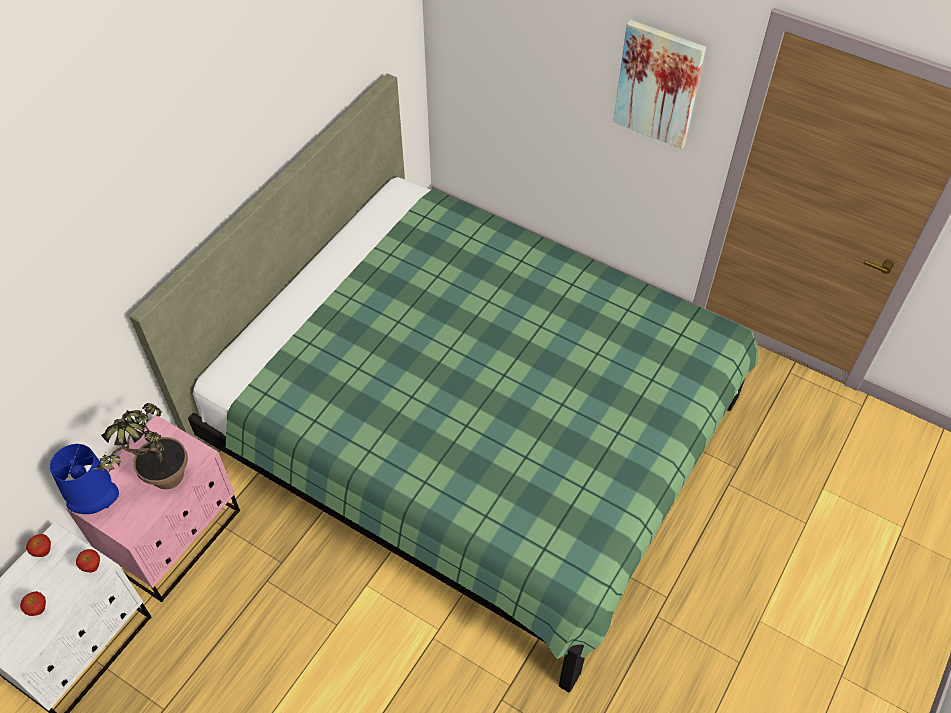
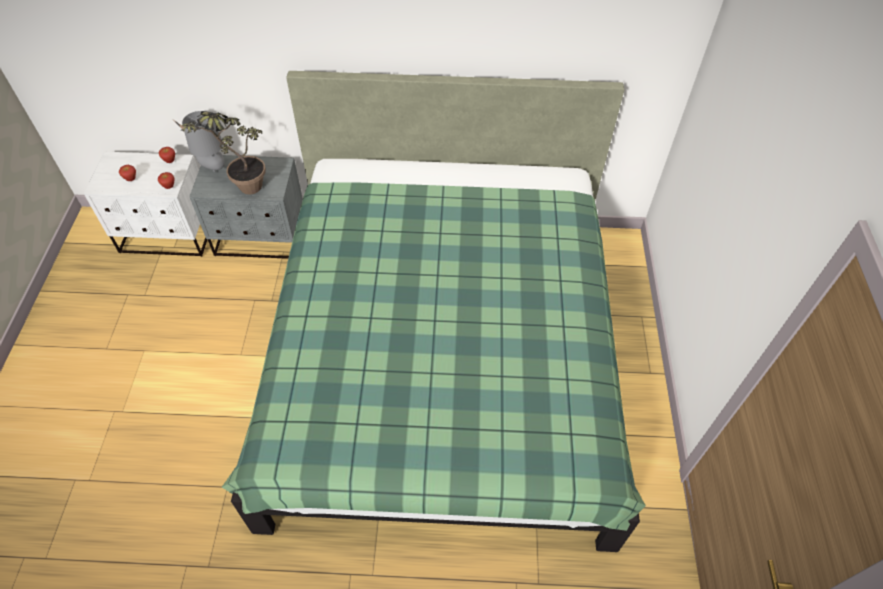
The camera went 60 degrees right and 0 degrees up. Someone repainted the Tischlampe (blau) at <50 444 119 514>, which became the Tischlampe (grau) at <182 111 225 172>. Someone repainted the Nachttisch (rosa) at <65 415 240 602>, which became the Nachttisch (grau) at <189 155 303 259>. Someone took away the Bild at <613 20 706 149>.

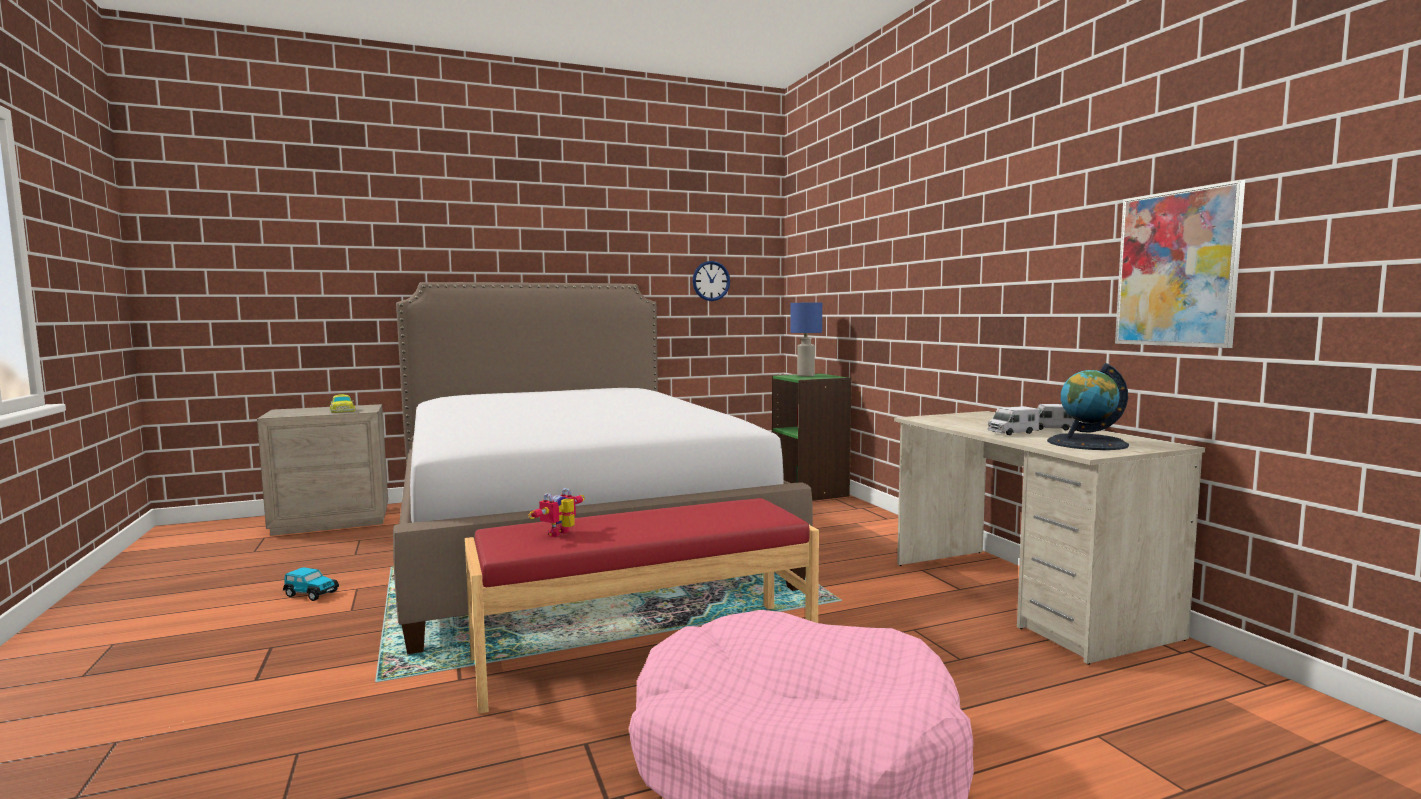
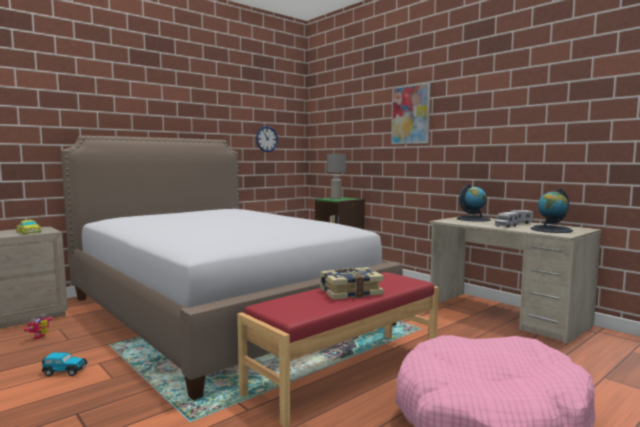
The camera went 20 degrees left and 0 degrees up. Someone carried the Spielzeugroboter from <529 488 585 537> to <22 314 54 340>. Someone repainted the Tischlampe (blau) at <790 302 822 376>, which became the Tischlampe (grau) at <327 154 346 199>. Someone carried the Bild from <1115 180 1245 348> to <391 82 430 144>. Someone put down the Buch at <320 267 384 300>. Someone put down the Globus at <457 184 491 222>.

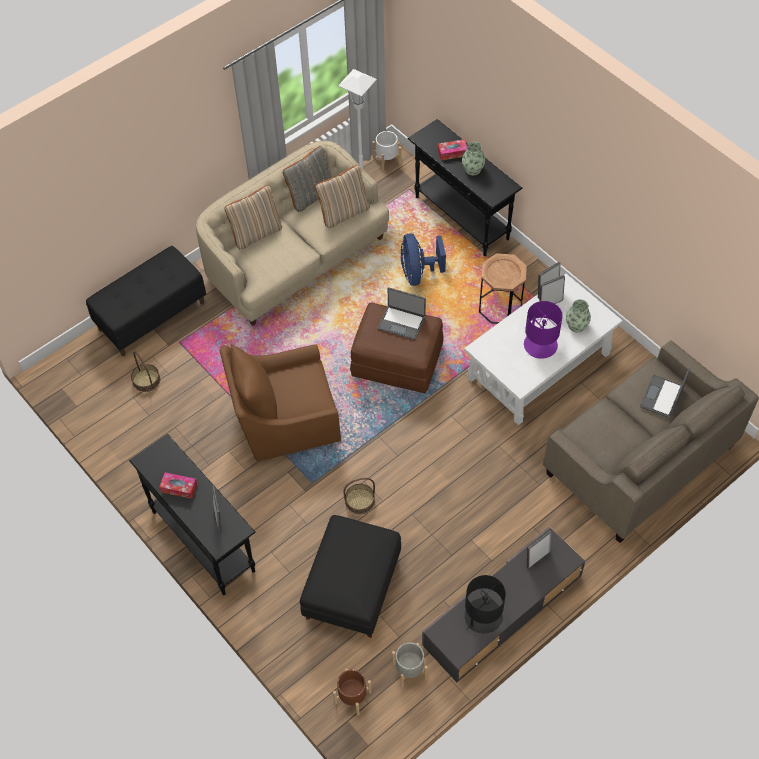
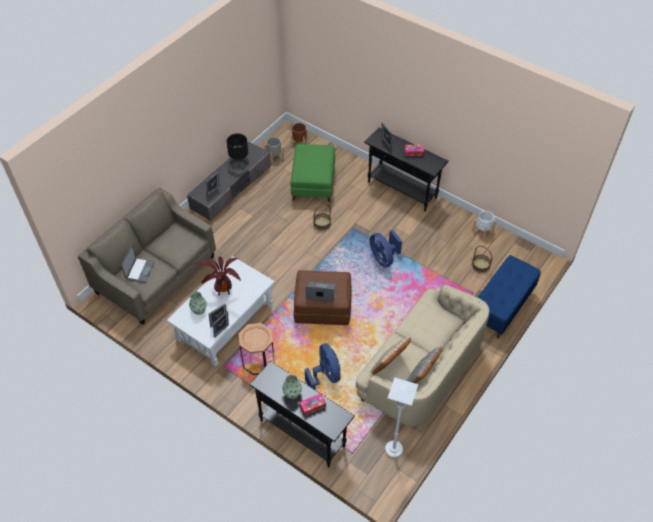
The camera went 165 degrees right and 5 degrees down. Someone repainted the Bank (schwarz) at <86 246 206 356>, which became the Bank (blau) at <477 255 541 338>. Someone swapped the Sessel (braun) at <219 343 341 461> for the Ventilator (blau) at <370 229 402 267>. Someone took away the Kissen (beige) at <224 186 282 249>. Someone repainted the Polsterhocker (schwarz) at <300 515 401 638>, which became the Polsterhocker (grün) at <290 144 335 202>. Someone carried the Pflanzkübel (weiß) from <372 131 401 171> to <472 211 496 239>. Someone swapped the Tischlampe (lila) at <524 301 563 359> for the Topfpflanze at <195 256 241 295>.

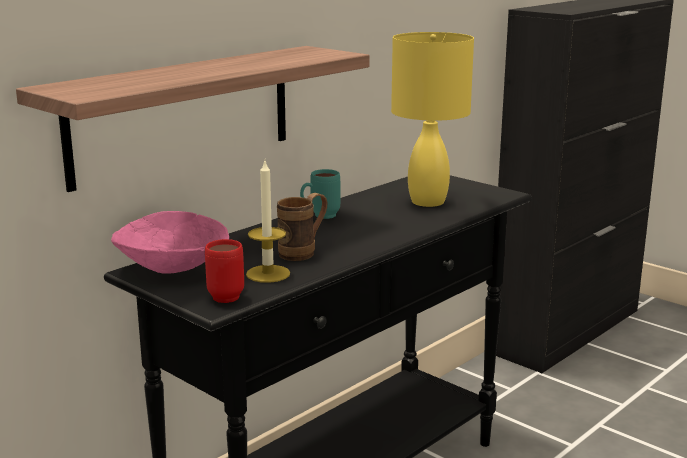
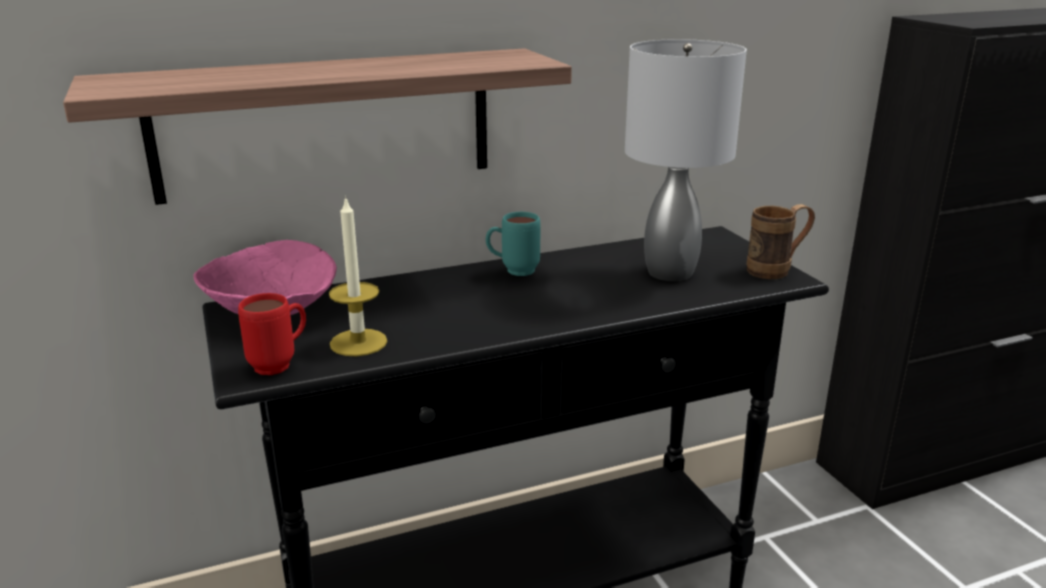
The camera went 25 degrees right and 5 degrees up. Someone carried the Henkelbecher (braun) from <277 193 327 261> to <746 204 815 279>. Someone repainted the Tischlampe (gelb) at <391 32 474 207>, which became the Tischlampe (grau) at <625 39 747 281>.

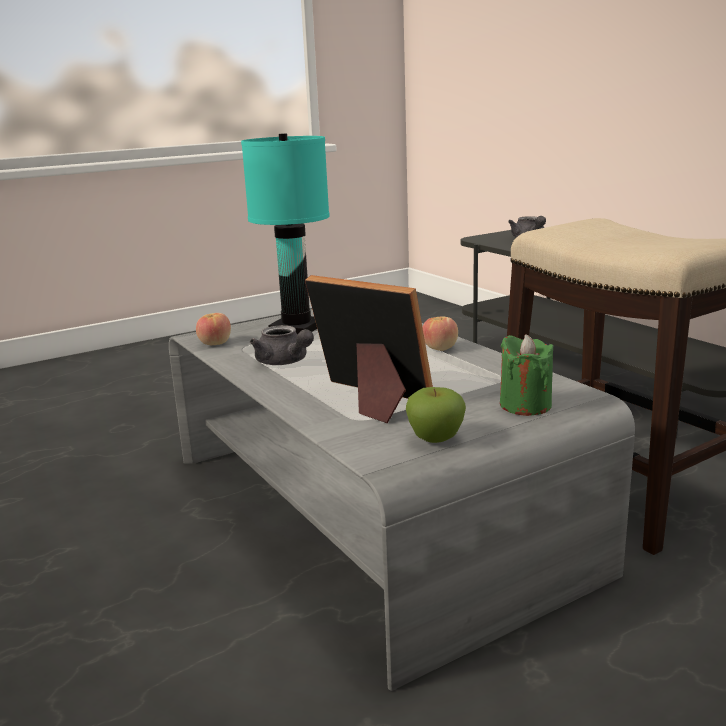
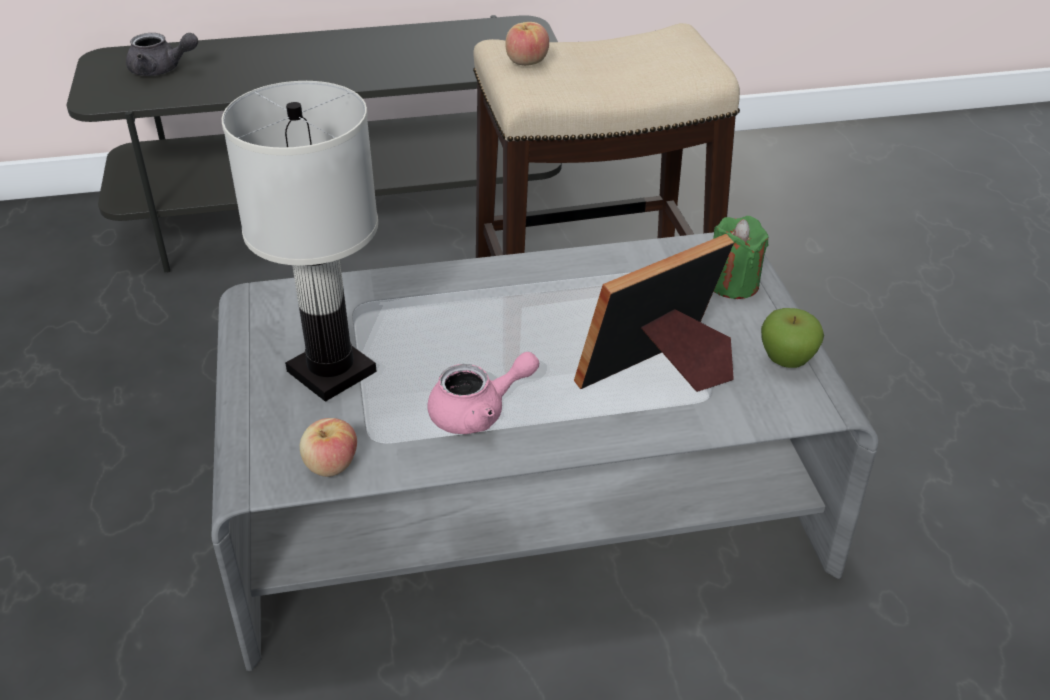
The camera went 70 degrees left and 20 degrees up. Someone repainted the Tischlampe (türkis) at <241 133 330 334>, which became the Tischlampe (weiß) at <222 81 378 402>. Someone repainted the Teekanne (grau) at <250 325 314 365>, which became the Teekanne (rosa) at <428 352 539 434>. Someone carried the Apfel from <423 316 458 351> to <505 22 549 66>.

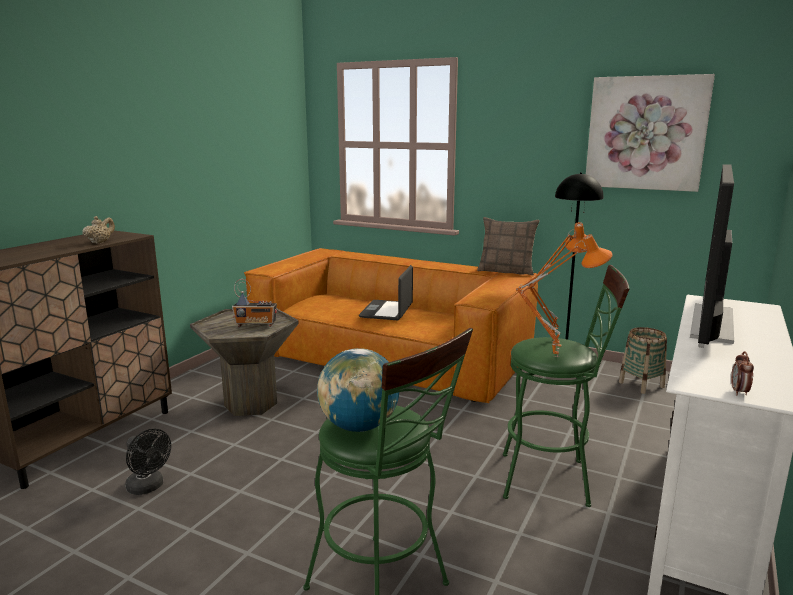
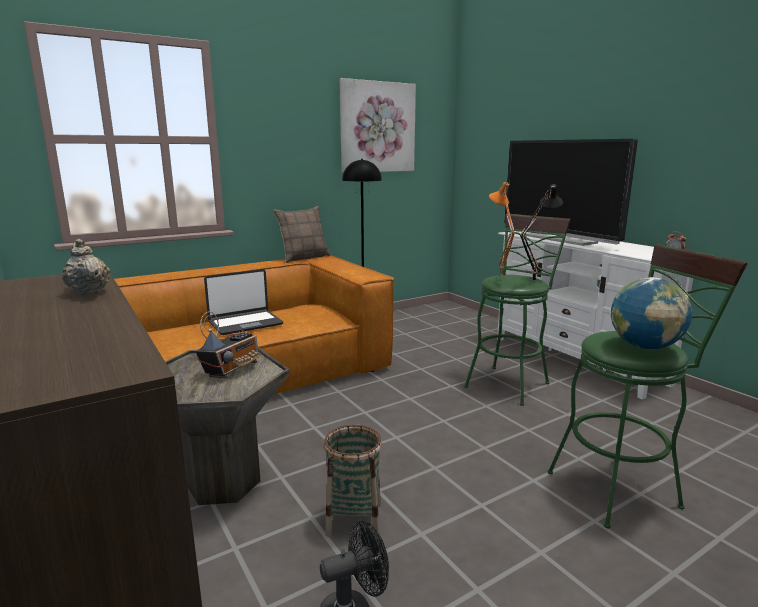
The camera went 60 degrees left and 0 degrees up. Someone rotated the Laptop at <359 265 413 320> by 75 degrees counterclockwise. Someone repainted the Tischlampe (orange) at <516 234 613 357>, which became the Tischlampe (schwarz) at <520 184 563 283>. Someone carried the Korb from <619 327 667 394> to <324 424 382 537>.

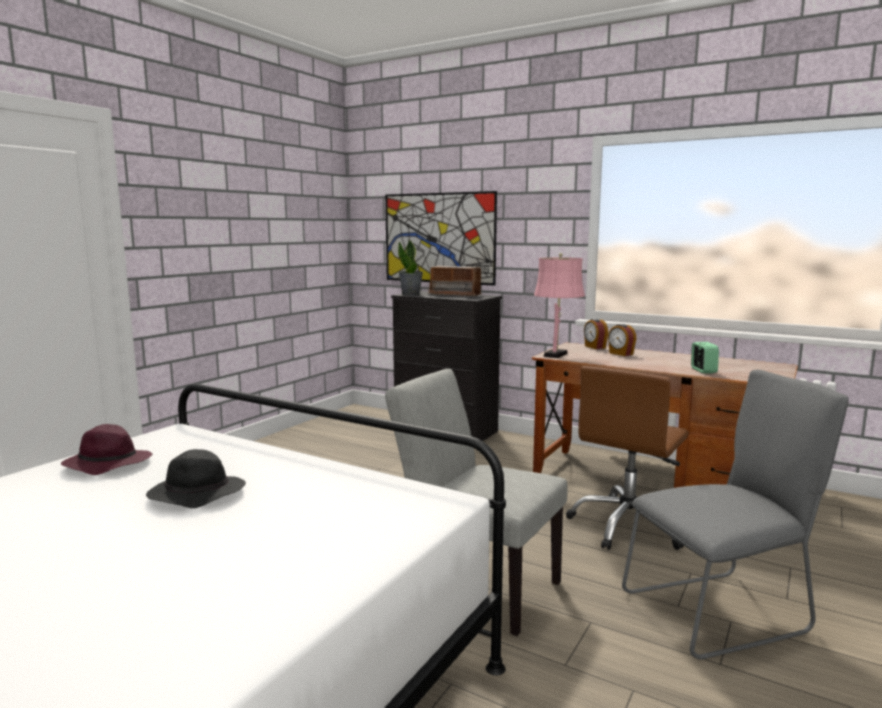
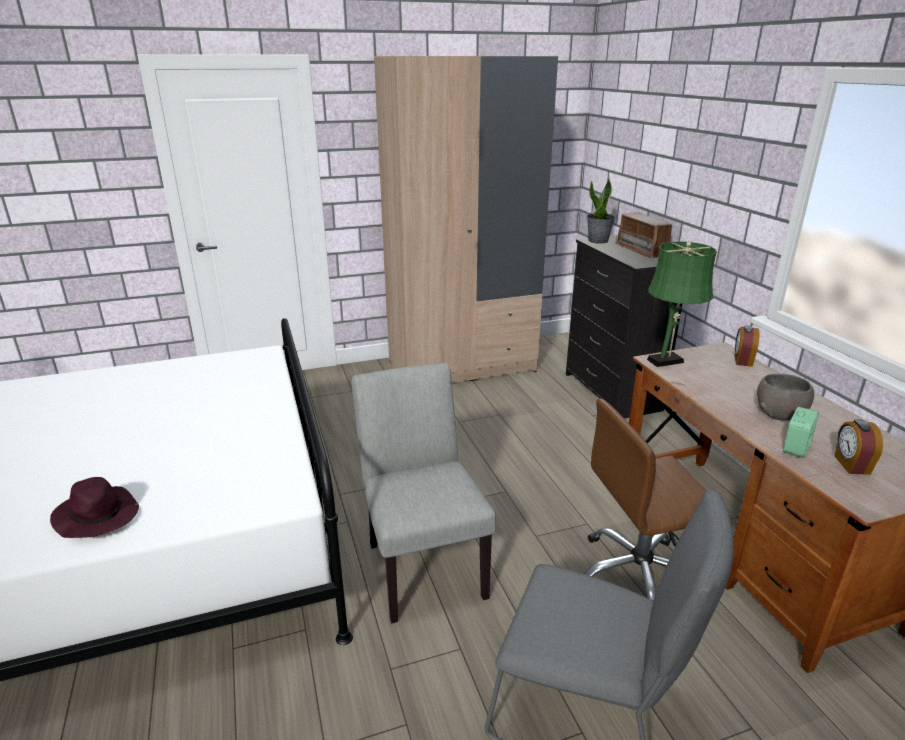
The camera went 40 degrees right and 15 degrees up. Someone carried the Hut (lila) from <61 424 152 475> to <50 477 139 538>. Someone took away the Hut (schwarz) at <146 449 246 508>. Someone took away the Bild at <385 191 497 286>. Someone repainted the Tischlampe (rosa) at <534 253 585 358>, which became the Tischlampe (grün) at <647 241 717 367>. Someone carried the Wecker from <608 324 637 356> to <834 419 883 475>. Someone put down the Kleiderschrank (beige) at <374 56 558 383>. Someone put down the Schüssel (grau) at <757 374 814 421>.

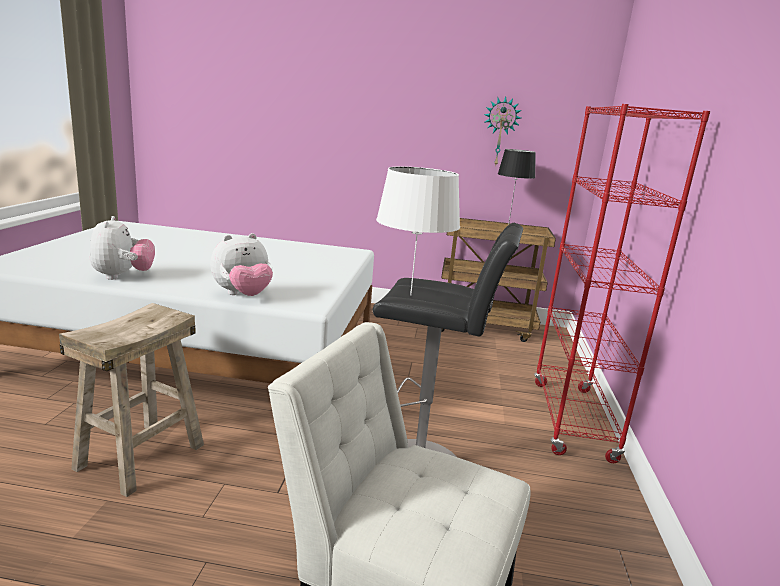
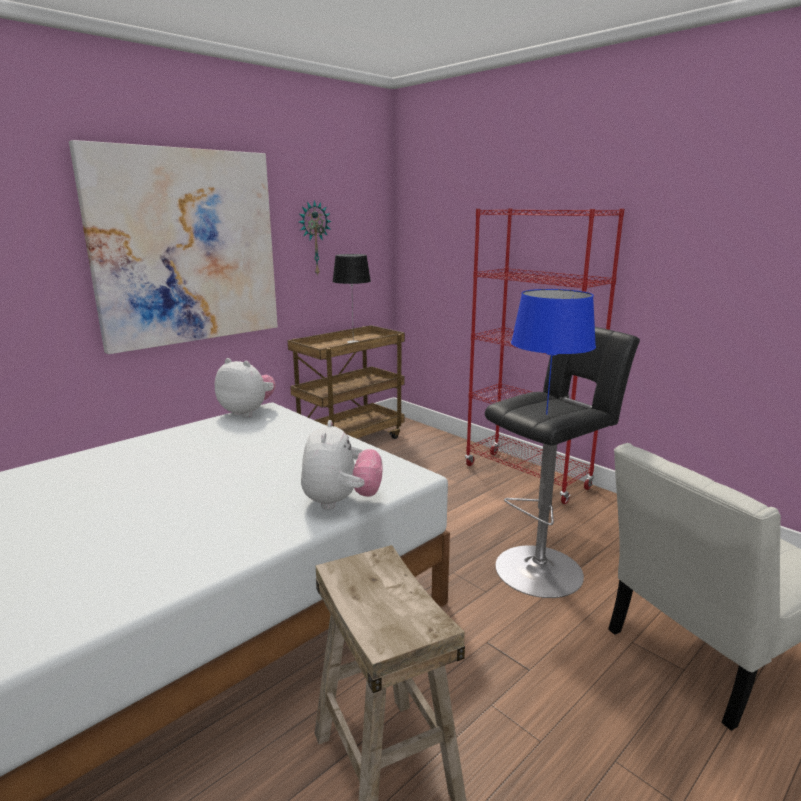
The camera went 50 degrees left and 0 degrees up. Someone carried the Plüschtier from <90 216 155 280> to <215 358 276 417>. Someone repainted the Tischlampe (weiß) at <376 166 460 295>, which became the Tischlampe (blau) at <511 289 596 415>. Someone put up the Bild at <69 140 278 354>.

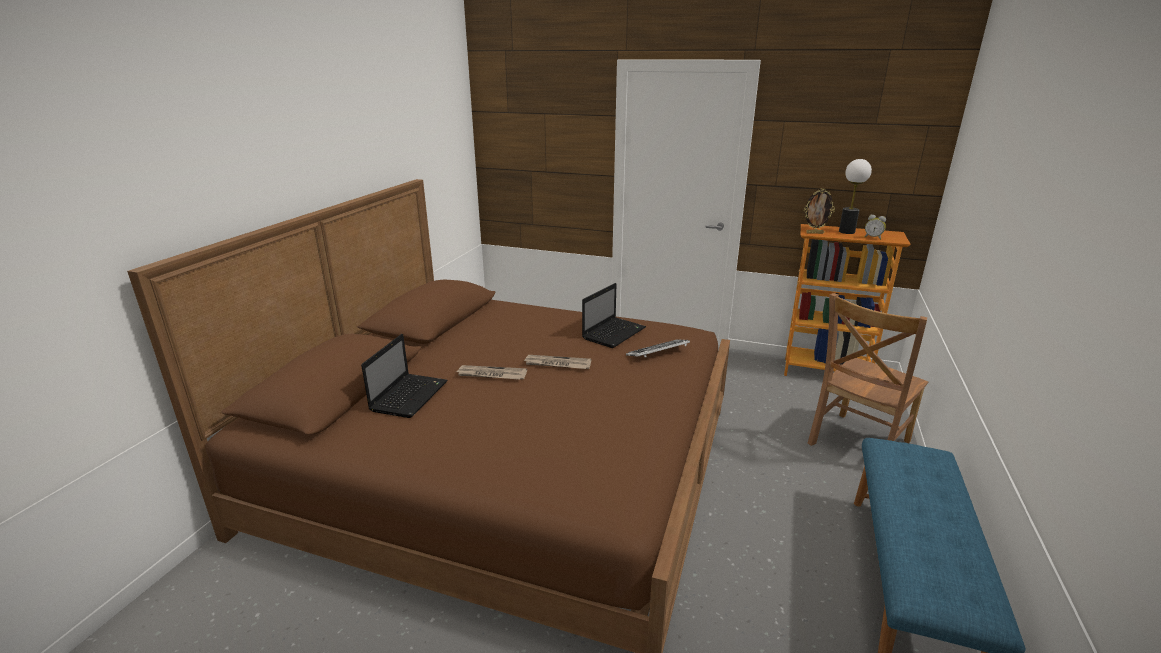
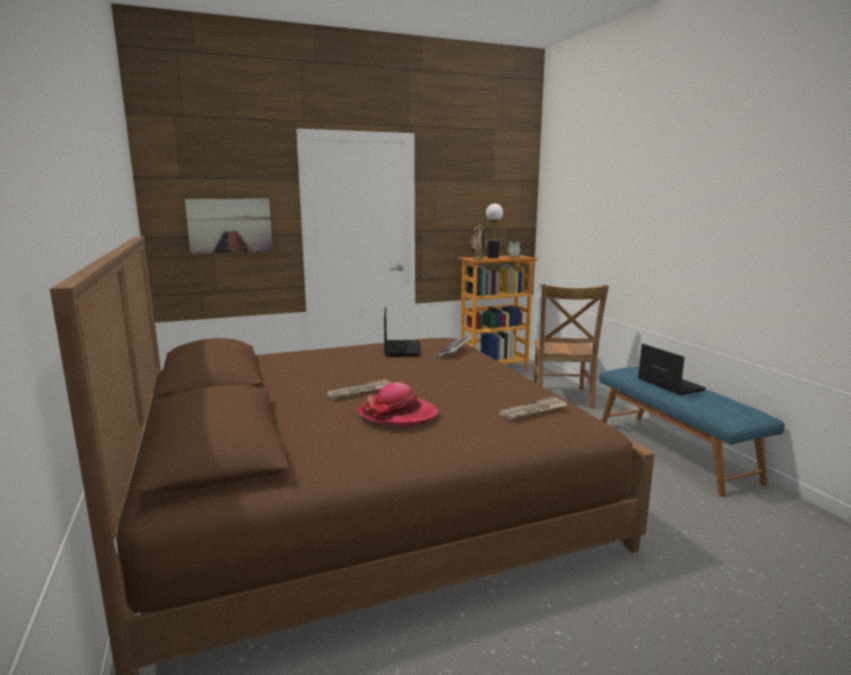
The camera went 40 degrees left and 10 degrees down. Someone carried the Laptop from <361 334 448 418> to <638 344 706 395>. Someone carried the Zeitung from <524 355 591 369> to <498 397 567 420>. Someone put up the Bild at <185 199 273 254>. Someone put down the Hut at <358 382 439 426>.

